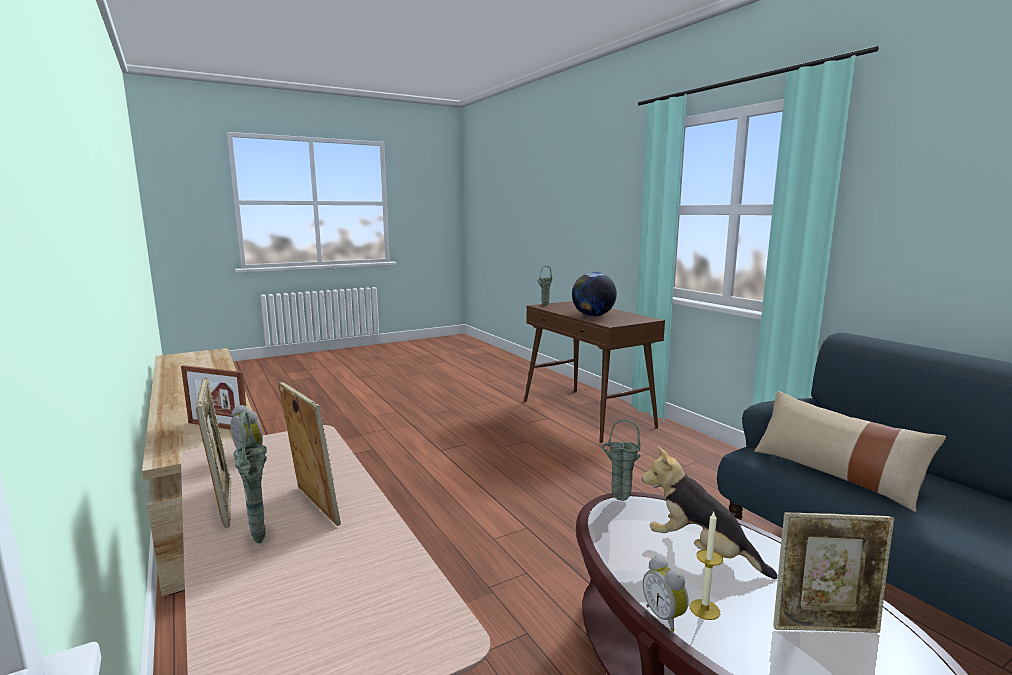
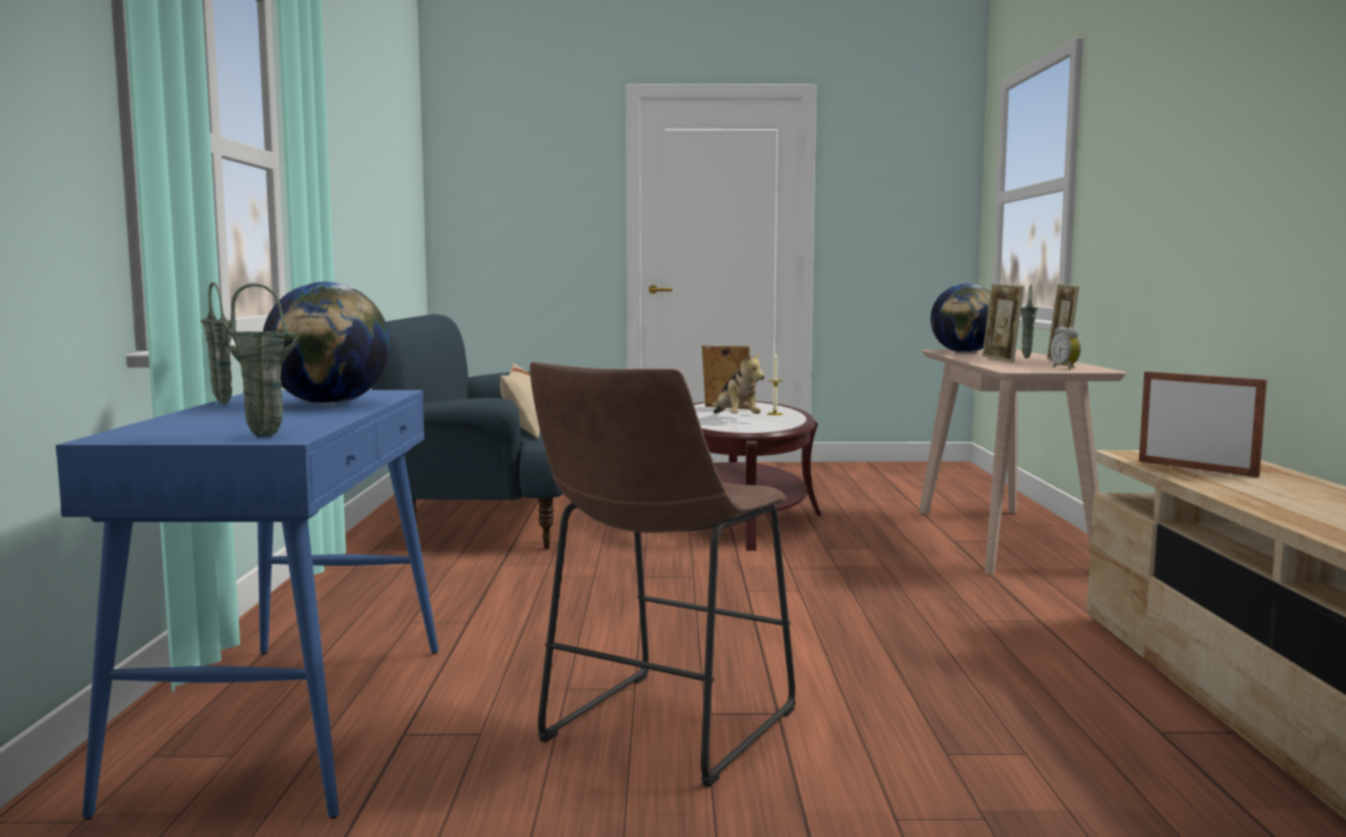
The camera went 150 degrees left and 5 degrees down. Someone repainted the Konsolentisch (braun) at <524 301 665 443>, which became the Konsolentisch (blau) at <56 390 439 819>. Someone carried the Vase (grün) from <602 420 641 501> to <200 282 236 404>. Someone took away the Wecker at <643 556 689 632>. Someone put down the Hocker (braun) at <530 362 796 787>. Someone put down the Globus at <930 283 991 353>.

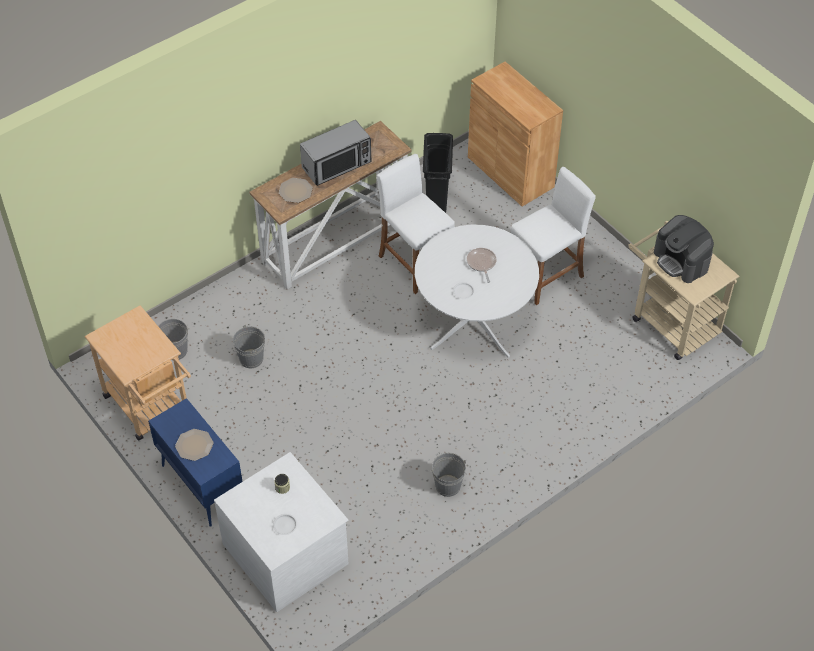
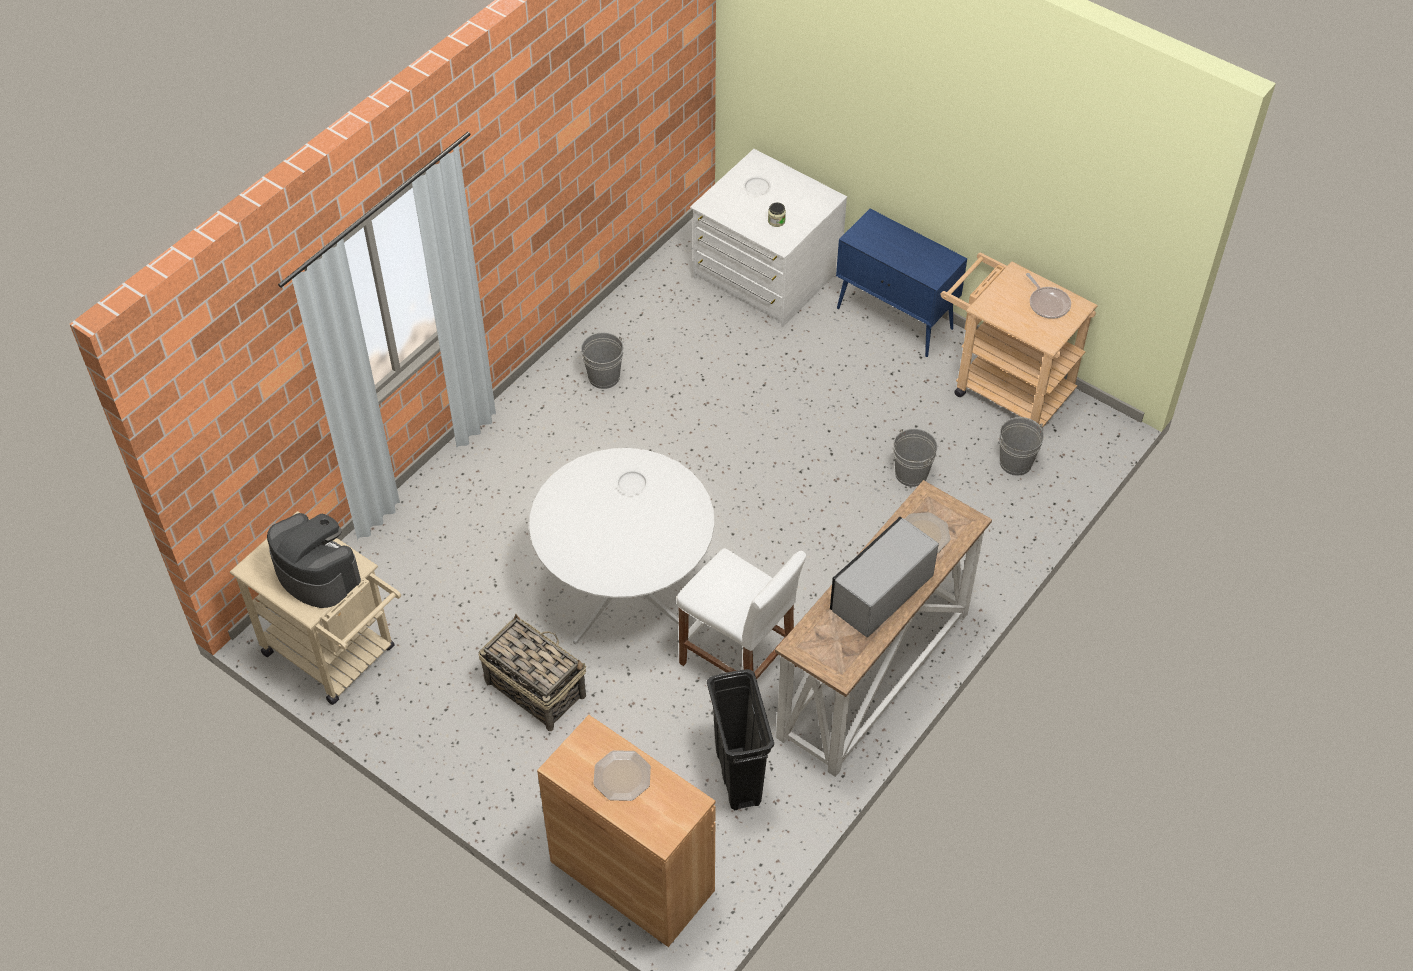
The camera went 165 degrees right and 0 degrees up. Someone carried the Teller from <175 429 214 461> to <594 750 651 801>. Someone carried the Pfanne from <467 248 497 283> to <1026 273 1071 319>. Someone swapped the Hocker (weiß) at <510 167 596 305> for the Korb at <479 614 586 731>.

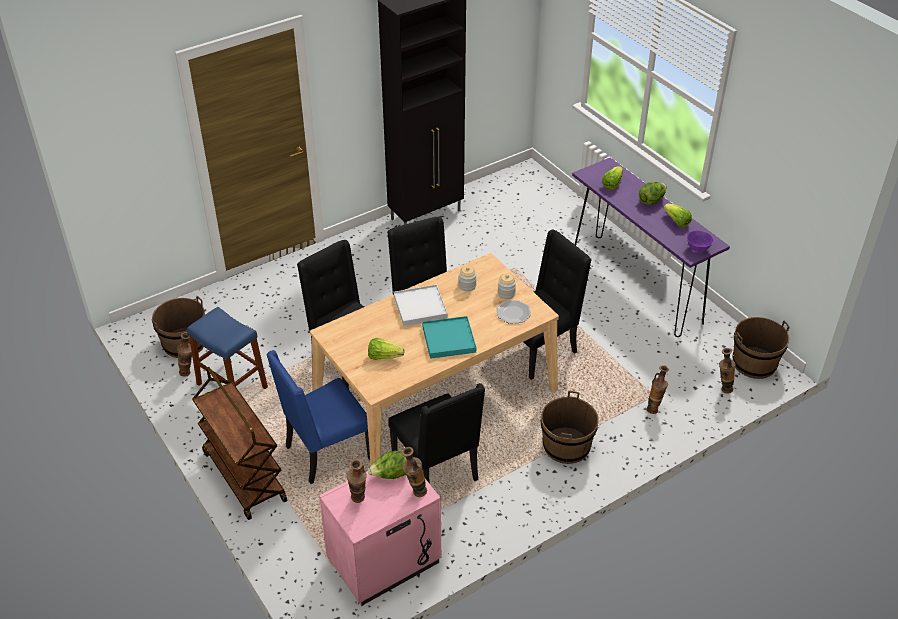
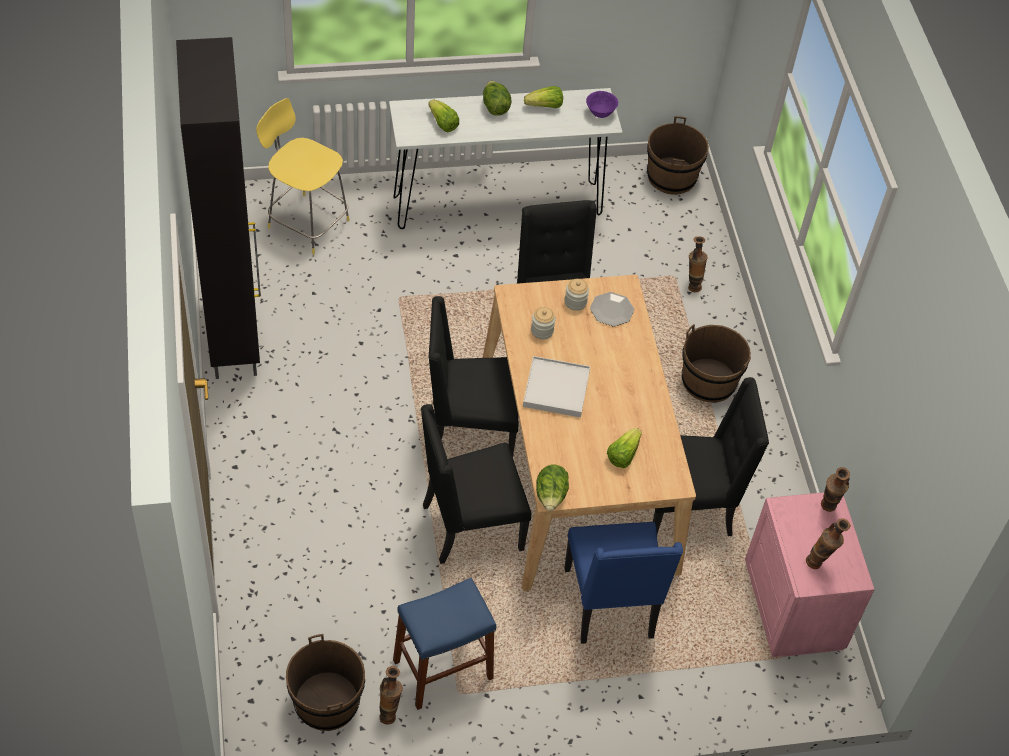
The camera went 70 degrees left and 10 degrees up. Someone took away the Rollwagen (braun) at <192 367 287 520>. Someone carried the Salatkopf from <368 451 407 479> to <536 465 569 511>. Someone took away the Tablett (türkis) at <422 316 476 359>. Someone repainted the Konsolentisch (lila) at <572 158 730 337>, which became the Konsolentisch (weiß) at <389 88 623 229>. Someone took away the Vase at <719 348 735 394>. Someone put down the Hocker (gelb) at <256 98 350 255>.

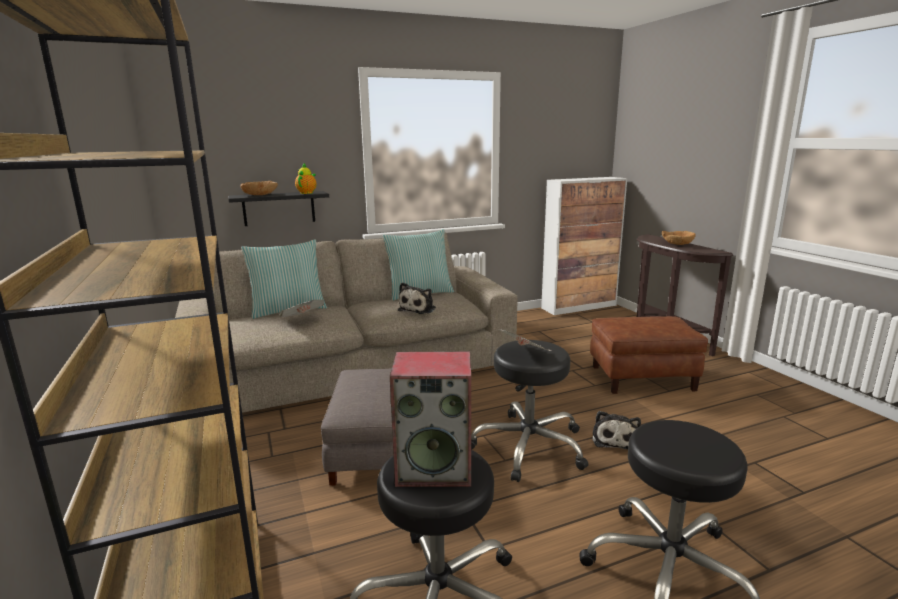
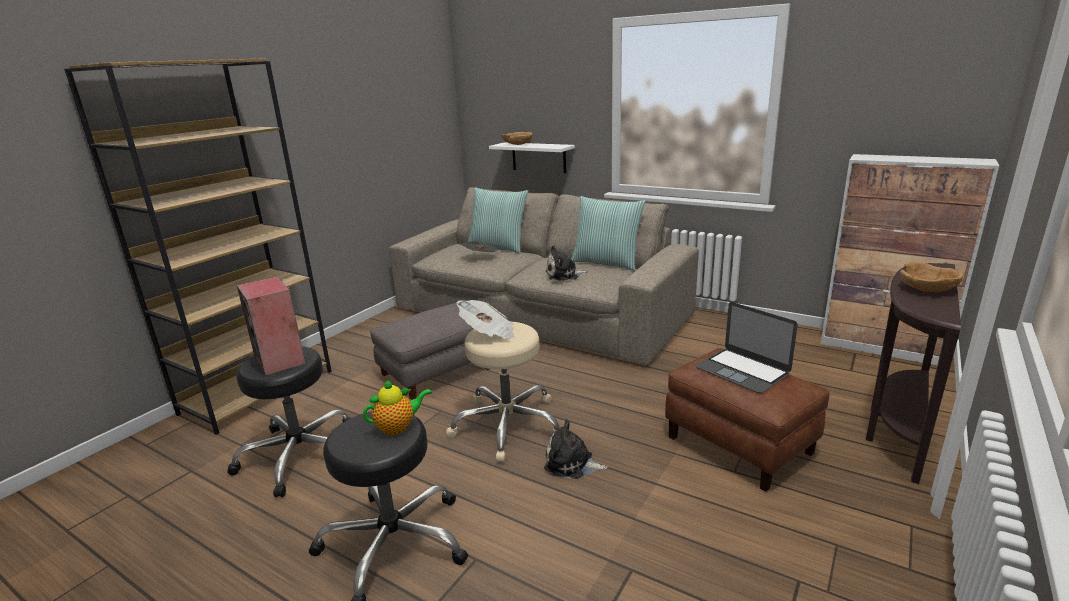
The camera went 55 degrees right and 5 degrees up. Someone repainted the Wandregal (schwarz) at <228 191 329 226>, which became the Wandregal (weiß) at <489 142 575 173>. Someone carried the Teekanne from <295 163 316 194> to <363 380 432 435>. Someone repainted the Hocker (schwarz) at <471 340 588 482>, which became the Hocker (beige) at <446 322 560 462>. Someone rotated the Plüschtier at <592 411 641 449> by 45 degrees clockwise. Someone put down the Laptop at <695 302 798 393>.

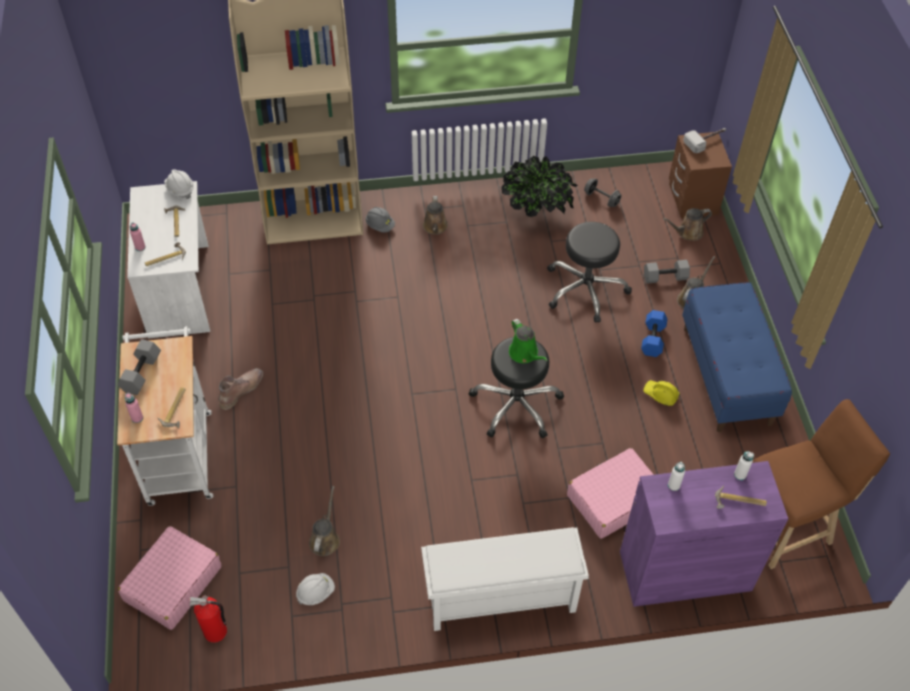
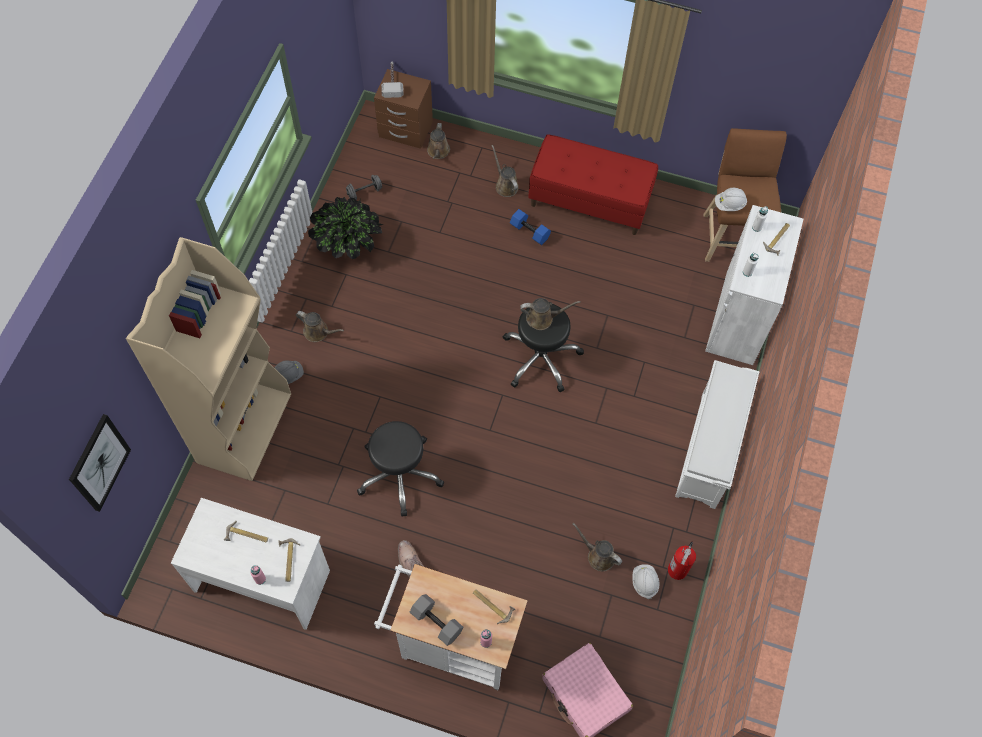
The camera went 65 degrees left and 10 degrees up. Someone carried the Schutzhelm (weiß) from <164 169 194 199> to <715 188 747 211>. Someone carried the Feuerlöscher from <189 596 227 643> to <668 542 696 580>. Someone repainted the Gießkanne (grün) at <509 319 548 363>, which became the Gießkanne (braun) at <520 298 581 330>. Someone carried the Hocker (schwarz) from <547 222 632 323> to <357 421 444 516>. Someone took away the Koffer (rosa) at <567 448 654 539>. Someone repainted the Schrank (lila) at <620 461 788 607>, which became the Schrank (weiß) at <705 205 803 365>. Someone took away the Schutzhelm (gelb) at <643 380 679 406>. Someone took away the Hantel (grau) at <644 260 690 284>. Someone repainted the Bank (blau) at <682 282 792 432>, which became the Bank (rot) at <528 134 658 235>. Someone put up the Bild at <69 414 131 512>.

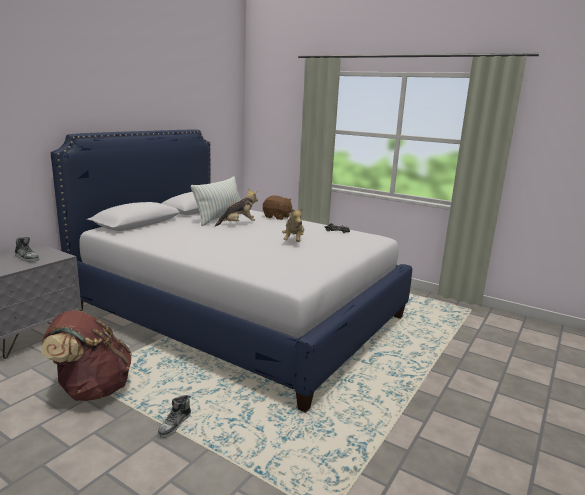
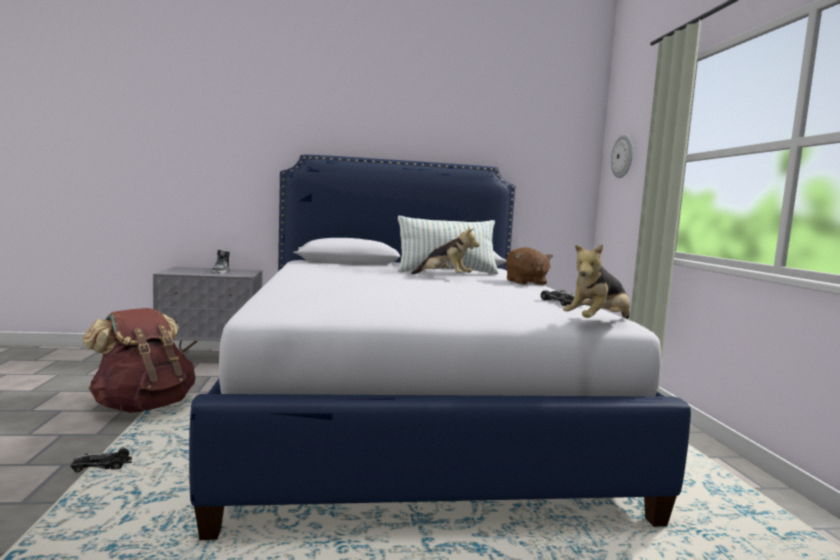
The camera went 50 degrees right and 10 degrees down. Someone swapped the Schuh at <158 395 191 438> for the Spielzeugauto at <71 448 132 472>. Someone carried the Plüschtier from <282 207 304 242> to <563 244 630 319>. Someone put up the Wanduhr at <611 135 633 178>.

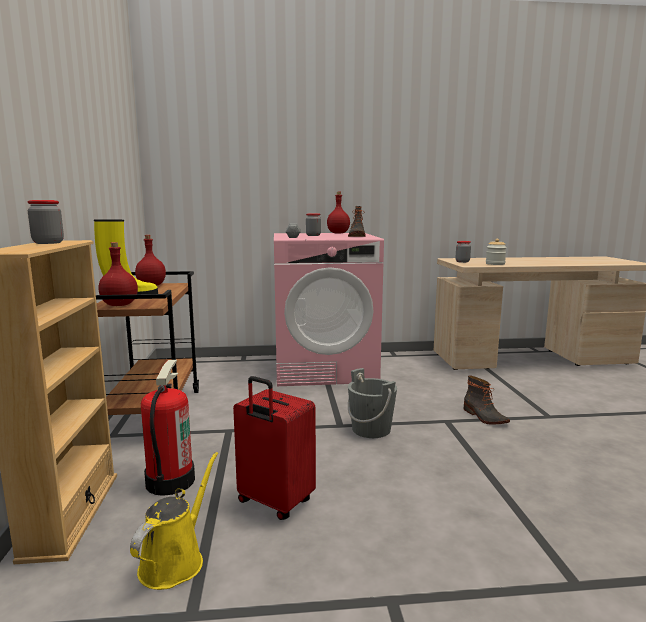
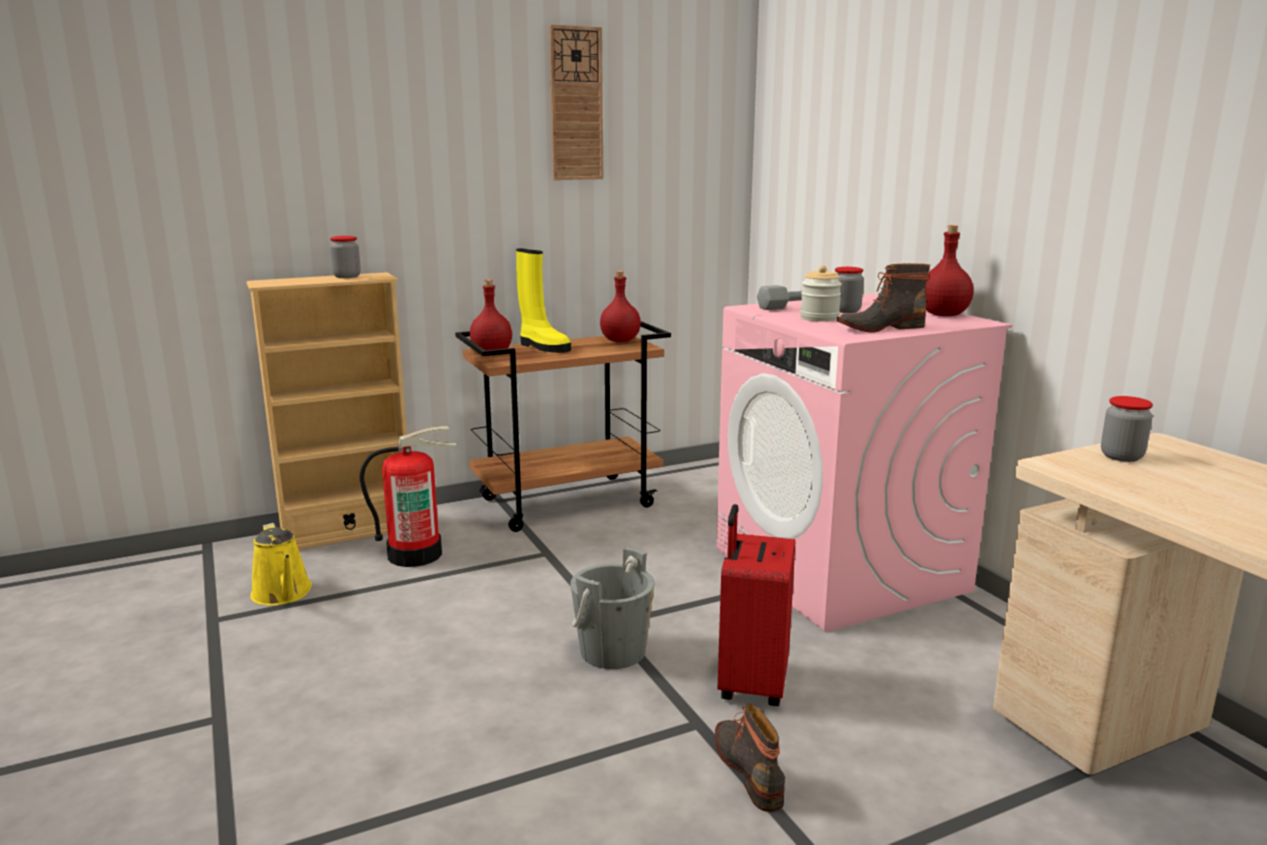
The camera went 70 degrees right and 5 degrees up. Someone rotated the Gießkanne (gelb) at <130 452 218 590> by 60 degrees clockwise. Someone carried the Koffer (rot) from <233 376 316 520> to <718 504 795 706>. Someone rotated the Stiefel at <463 376 510 425> by 120 degrees clockwise. Someone carried the Vorratsglas from <486 239 507 265> to <800 265 842 322>. Someone put up the Wanduhr at <549 24 603 180>.

